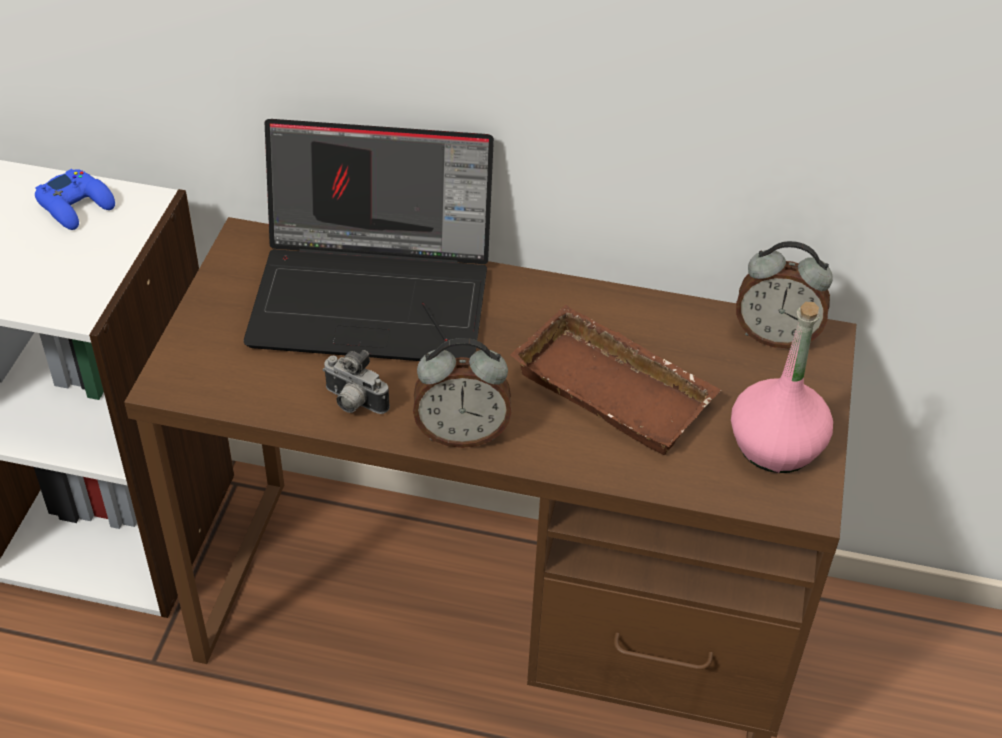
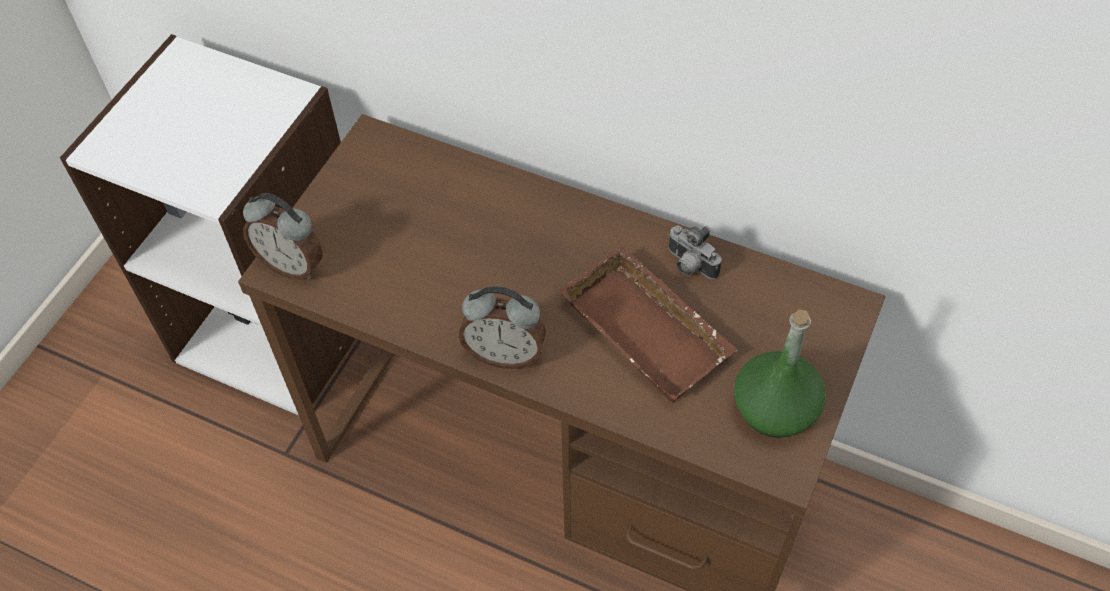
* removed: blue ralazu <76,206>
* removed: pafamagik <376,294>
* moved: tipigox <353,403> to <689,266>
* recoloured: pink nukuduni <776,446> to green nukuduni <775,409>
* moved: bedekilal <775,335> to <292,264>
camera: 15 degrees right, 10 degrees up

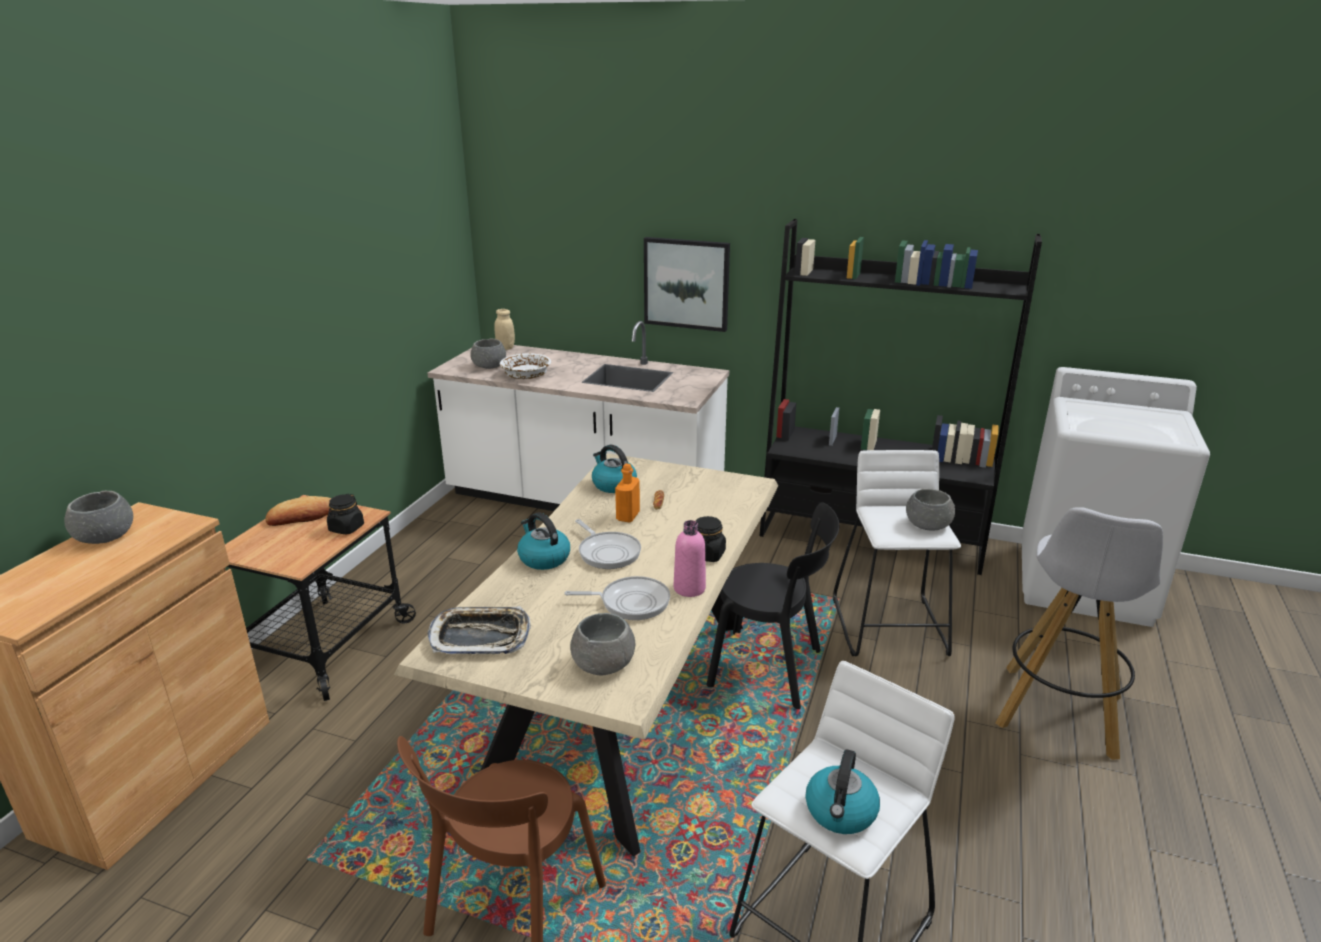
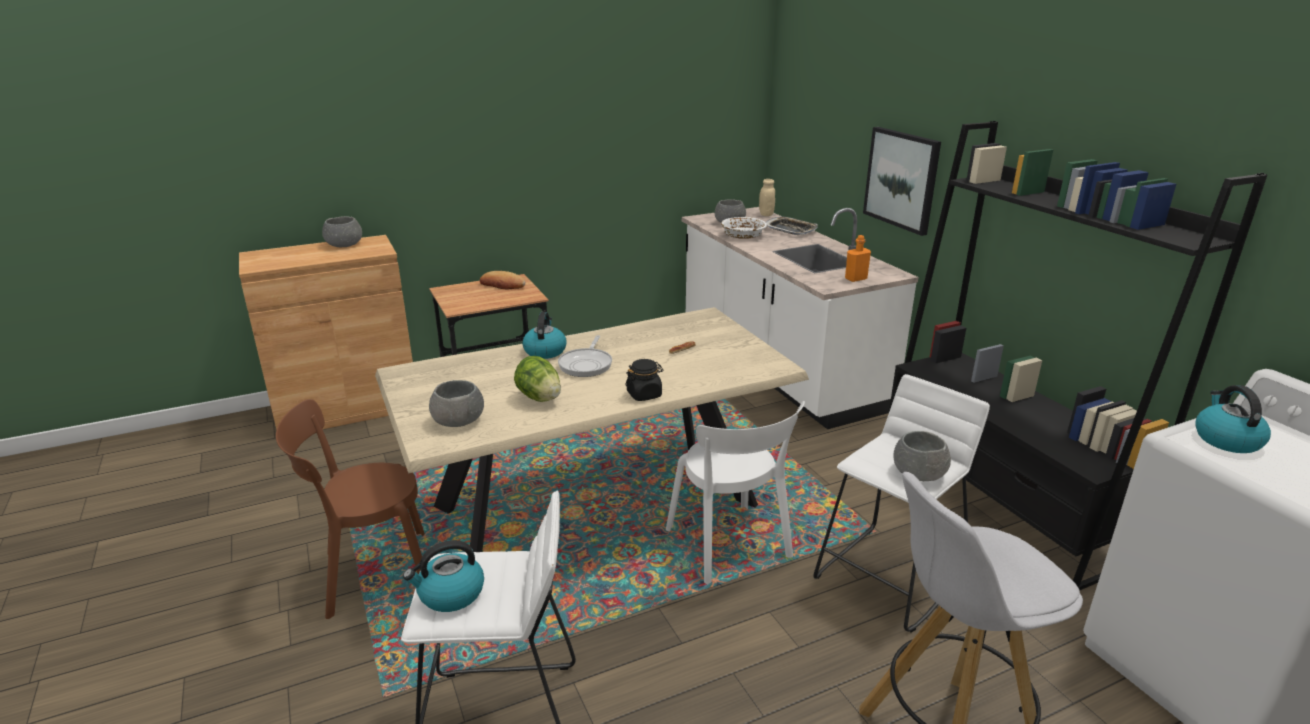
* removed: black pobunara <346,528>
* moved: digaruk <480,637> to <790,230>
* replaced: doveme <630,602> to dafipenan <539,398>
* moved: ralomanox <613,485> to <1226,439>
* moved: orange nukuduni <628,516> to <856,279>
* removed: pink nukuduni <689,588>
* recoloured: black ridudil <771,670> to white ridudil <730,547>
camera: 45 degrees right, 0 degrees up

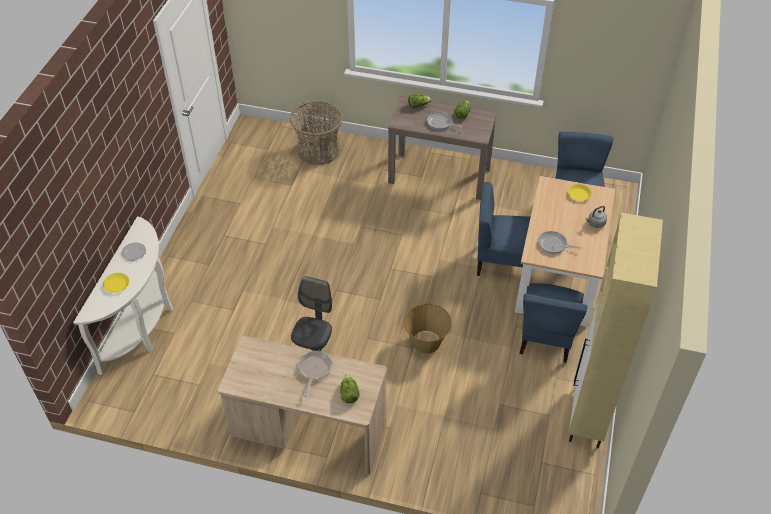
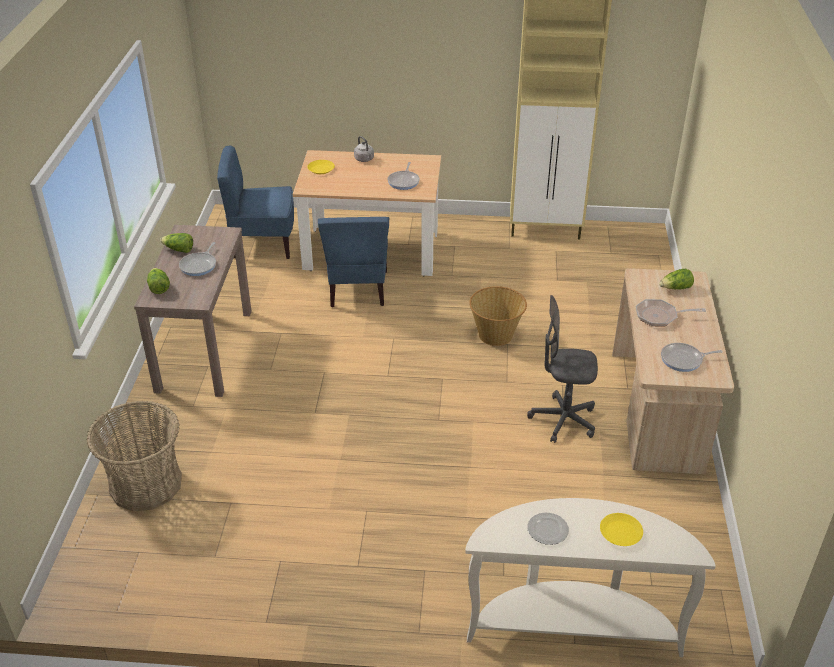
* removed: blue ridudil <546,338>
* added: doveme <684,360>
camera: 100 degrees left, 10 degrees down

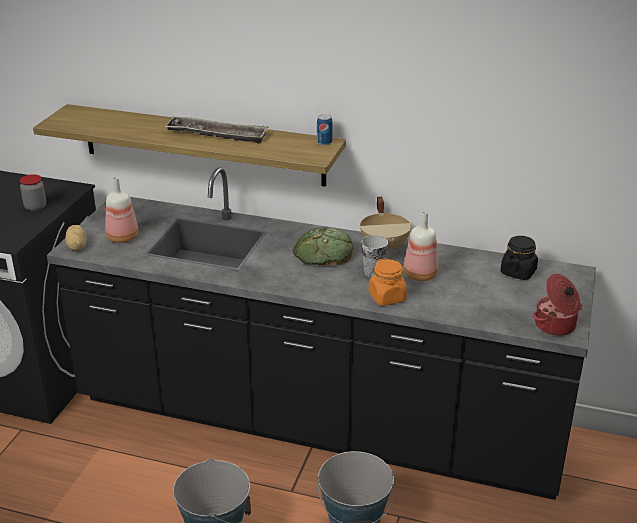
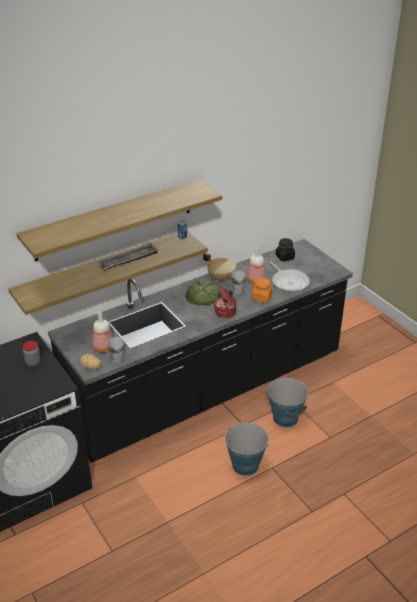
* moved: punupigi <555,326> to <226,312>
* added: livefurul <114,219>
* added: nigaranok <117,359>
* added: doveme <289,282>
camera: 50 degrees left, 5 degrees up

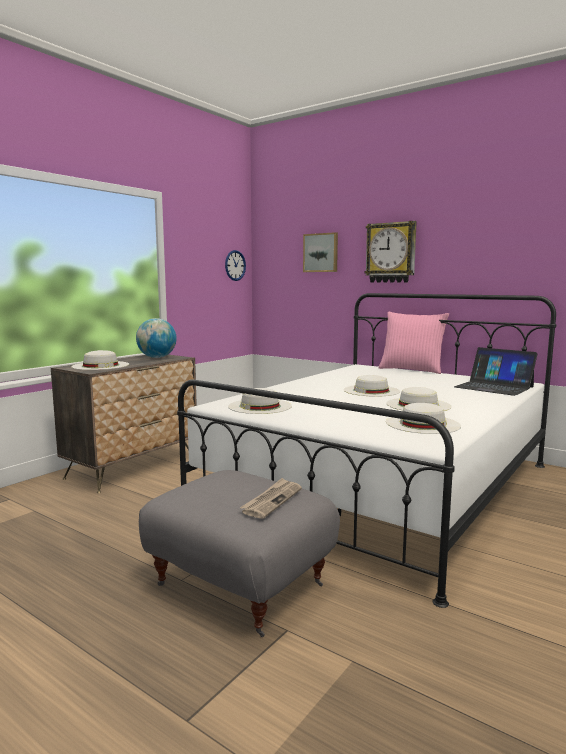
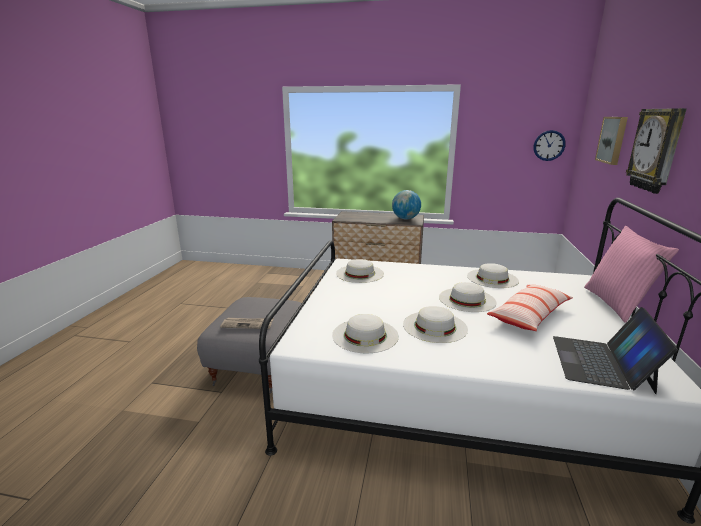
* moved: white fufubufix <100,365> to <492,278>
* added: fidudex <529,315>
camera: 65 degrees right, 10 degrees up

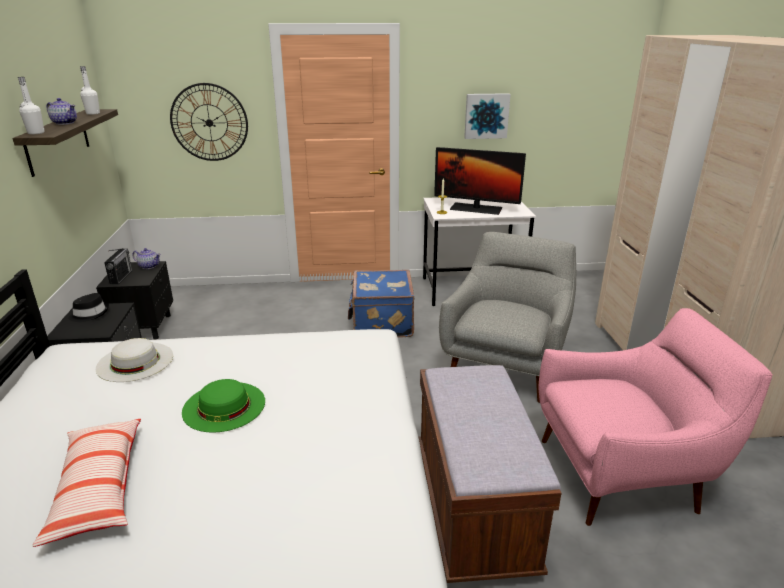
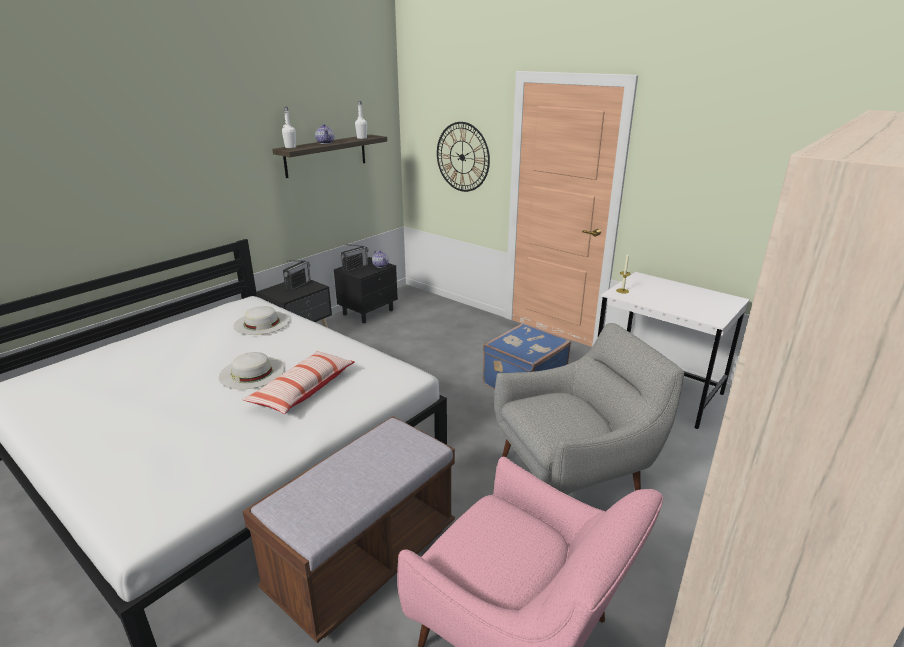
* moved: fidudex <98,488> to <303,390>
* replaced: black fufubufix <90,314> to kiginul <298,285>
* recoloured: green fufubufix <224,406> to white fufubufix <252,372>
* removed: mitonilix <476,209>
* removed: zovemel <486,116>
camera: 45 degrees right, 0 degrees up

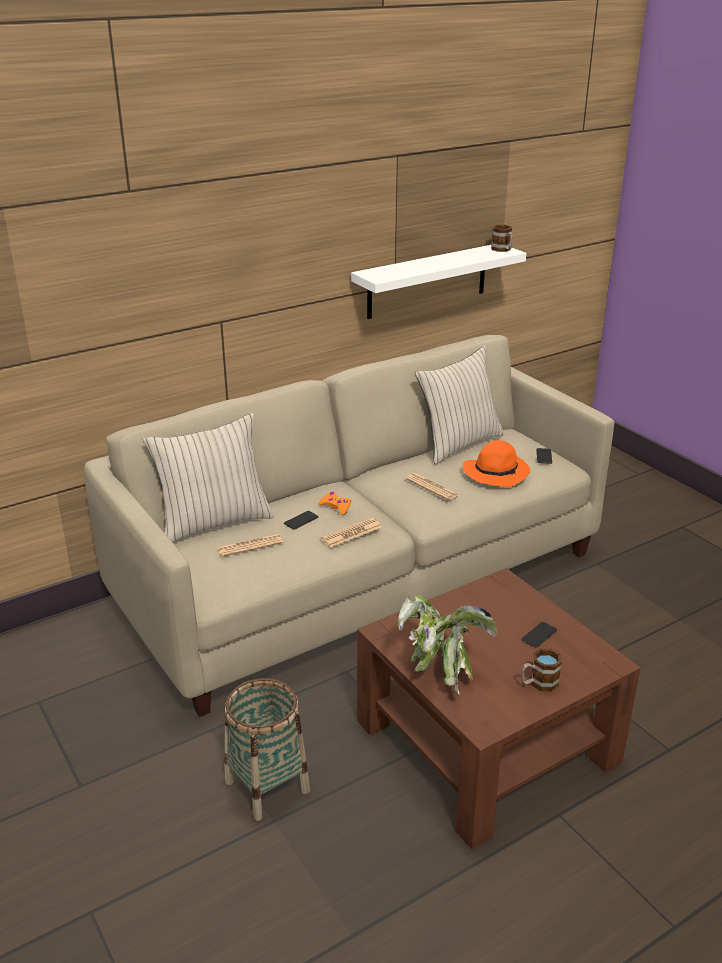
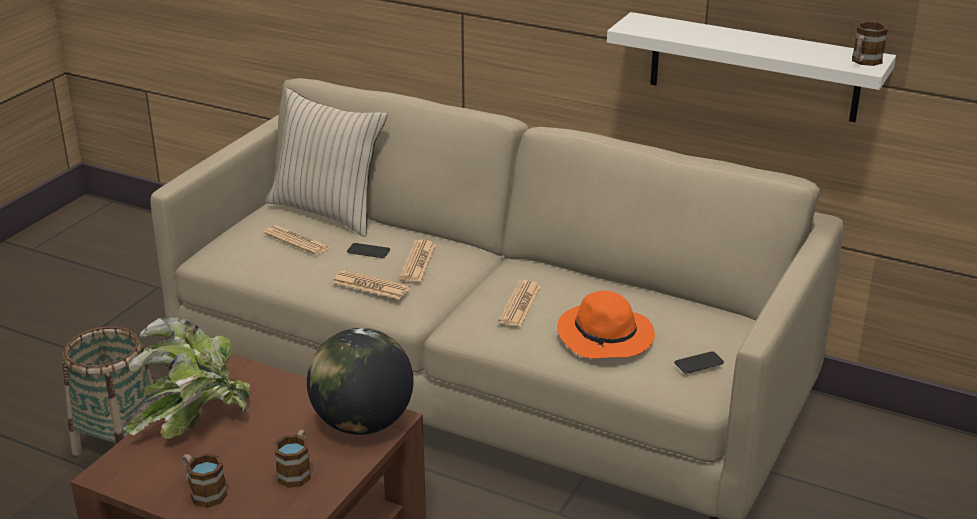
* replaced: orange ralazu <336,507> to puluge <418,262>
* removed: beige fidudex <458,444>
* replaced: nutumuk <539,635> to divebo <296,471>
* added: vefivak <362,423>
camera: 60 degrees right, 0 degrees up

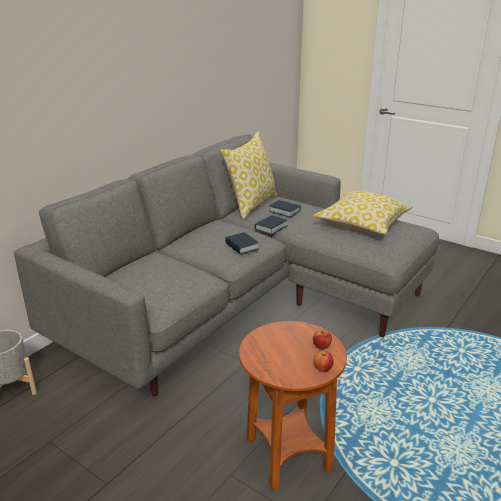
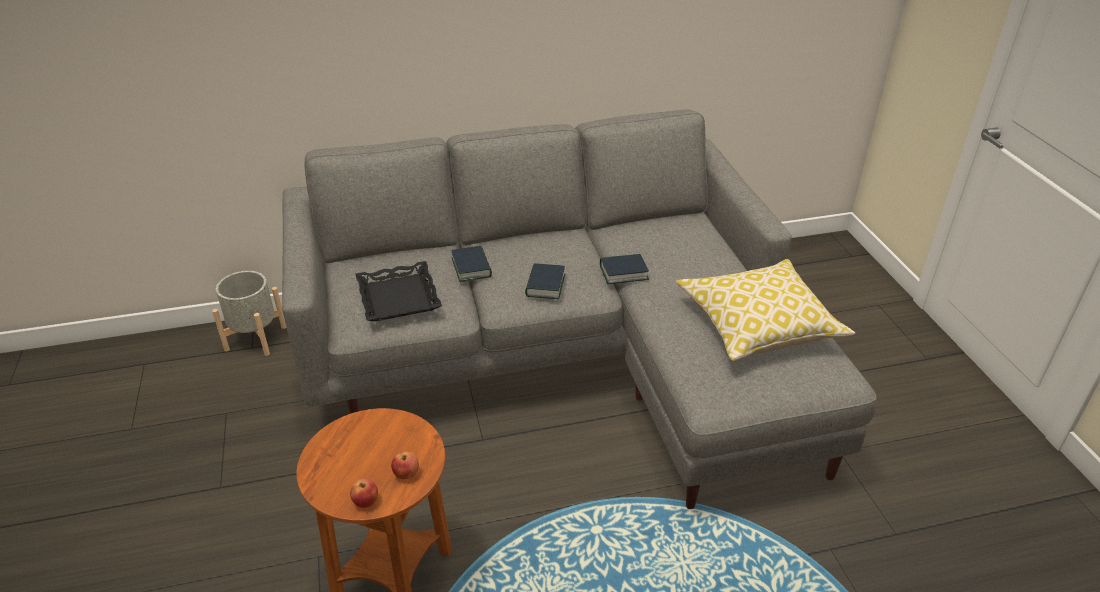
* removed: fidudex <251,205>
* moved: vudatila <284,211> to <471,268>
* added: black digaruk <399,297>
camera: 40 degrees right, 10 degrees up

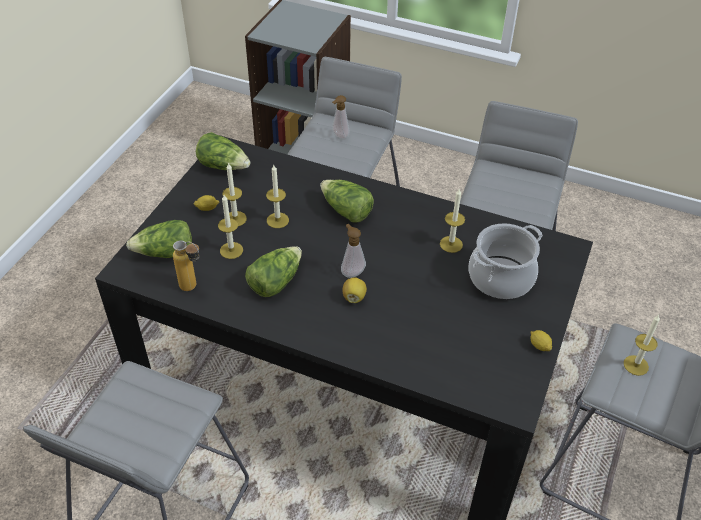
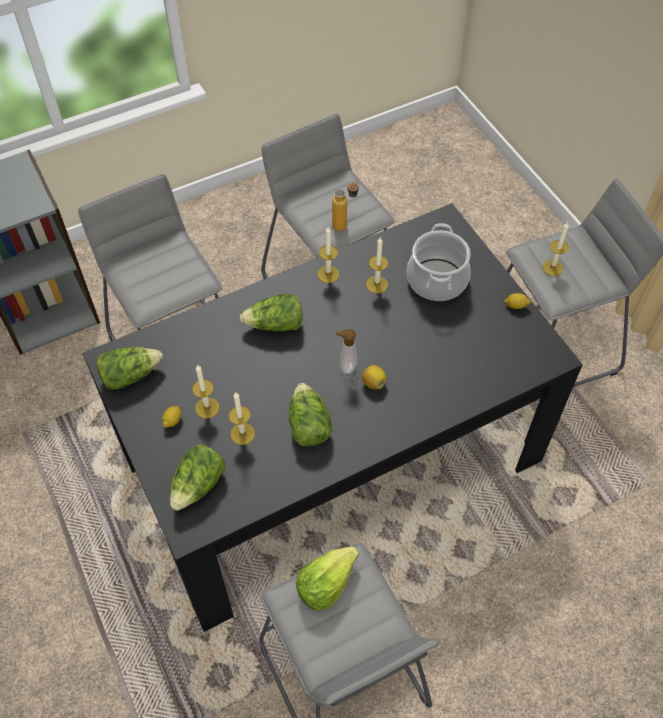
* moved: nukuduni <193,288> to <345,225>
* moved: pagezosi <277,220> to <328,274>
* removed: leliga <339,137>
* added: dafipenan <325,583>
camera: 50 degrees left, 10 degrees up

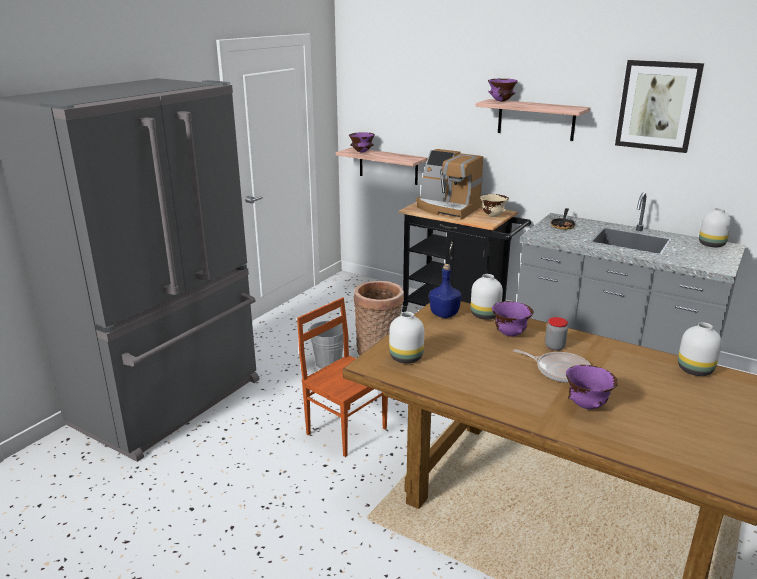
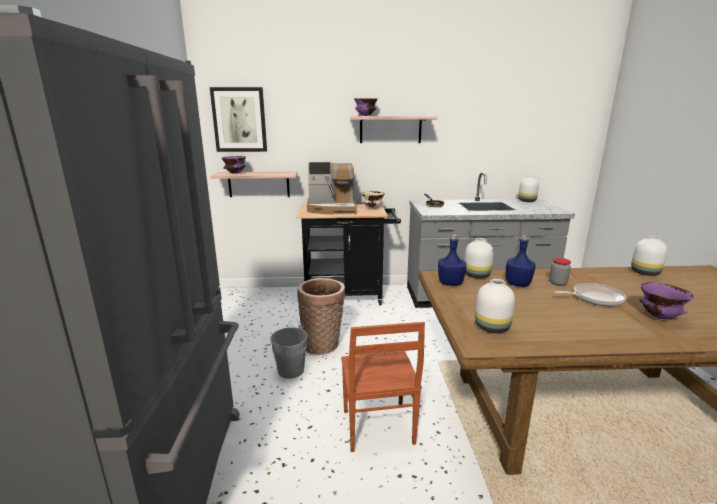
* turned: brown ridudil <346,430> = <377,428> 105 degrees counterclockwise
* replaced: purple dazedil <510,334> to blue nukuduni <518,283>
* moved: zovemel <657,106> to <239,120>
camera: 35 degrees left, 5 degrees down

